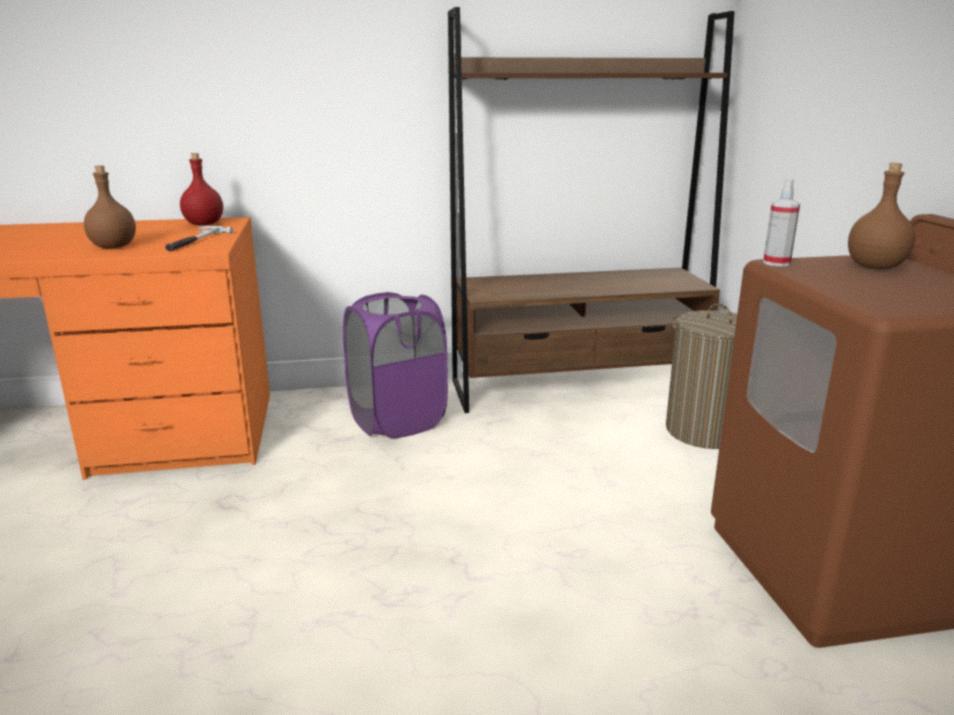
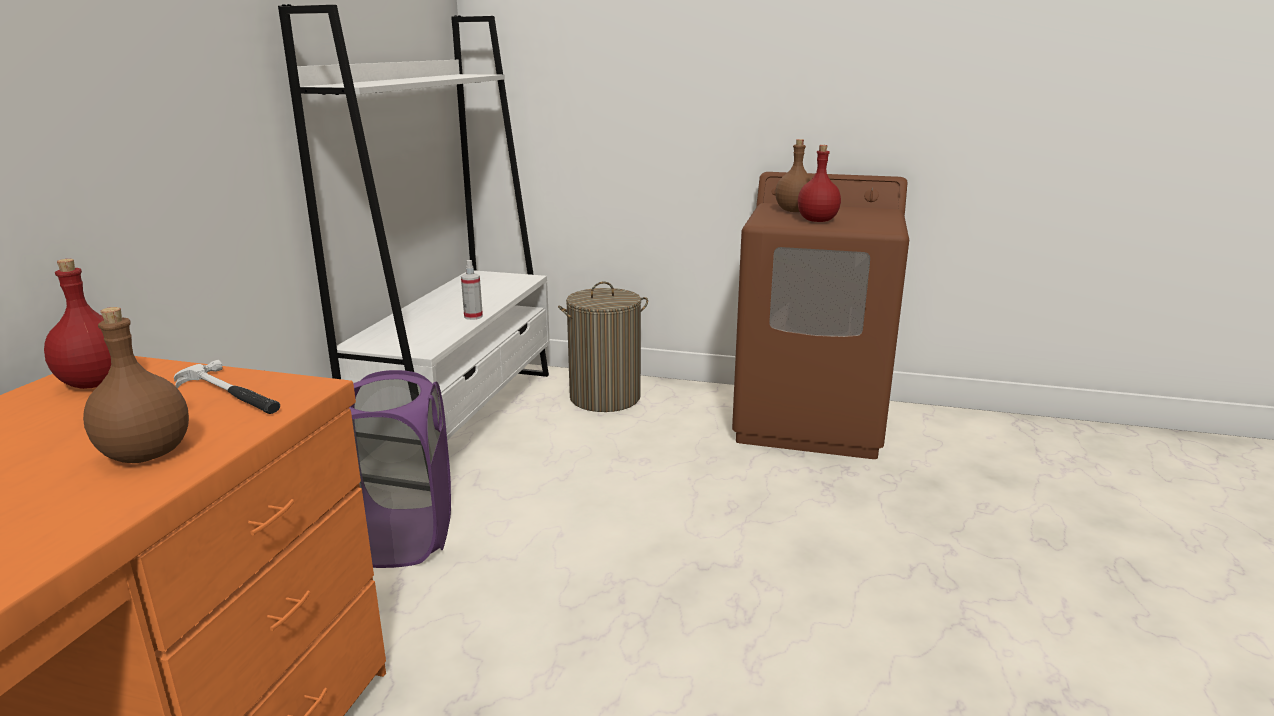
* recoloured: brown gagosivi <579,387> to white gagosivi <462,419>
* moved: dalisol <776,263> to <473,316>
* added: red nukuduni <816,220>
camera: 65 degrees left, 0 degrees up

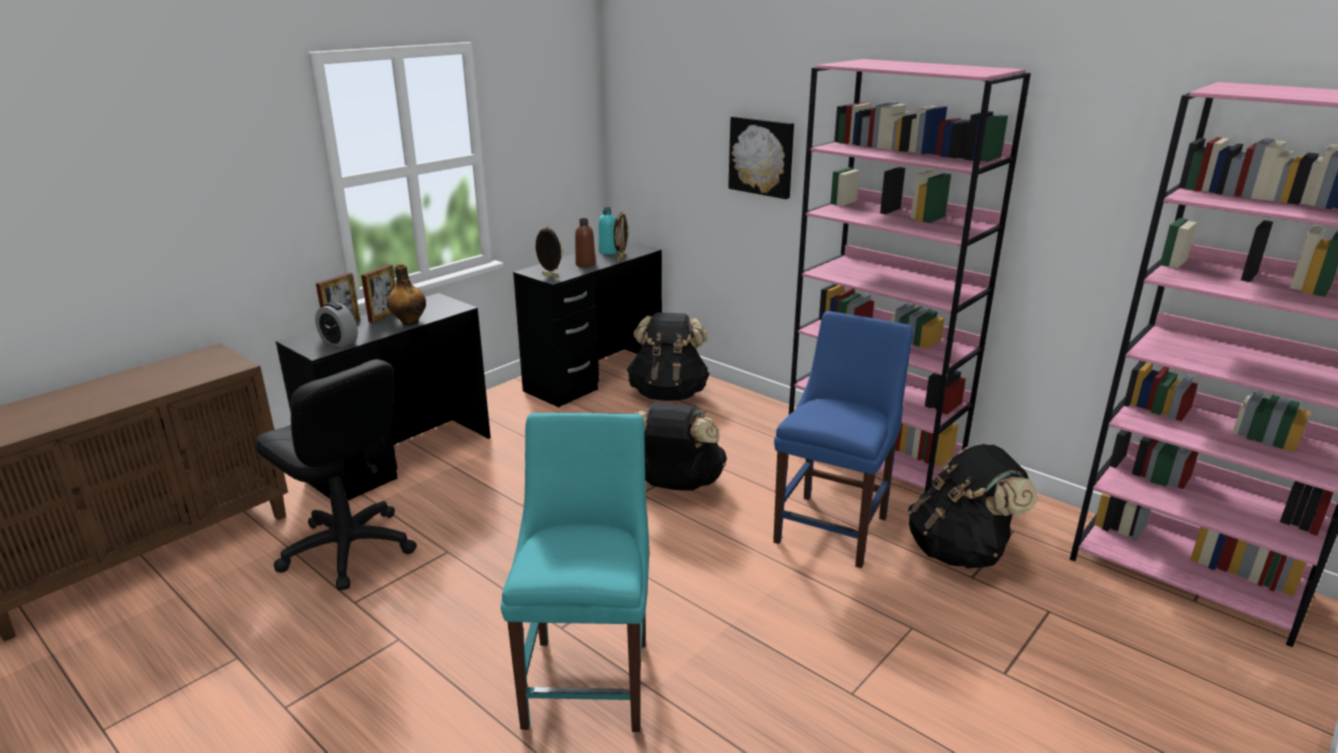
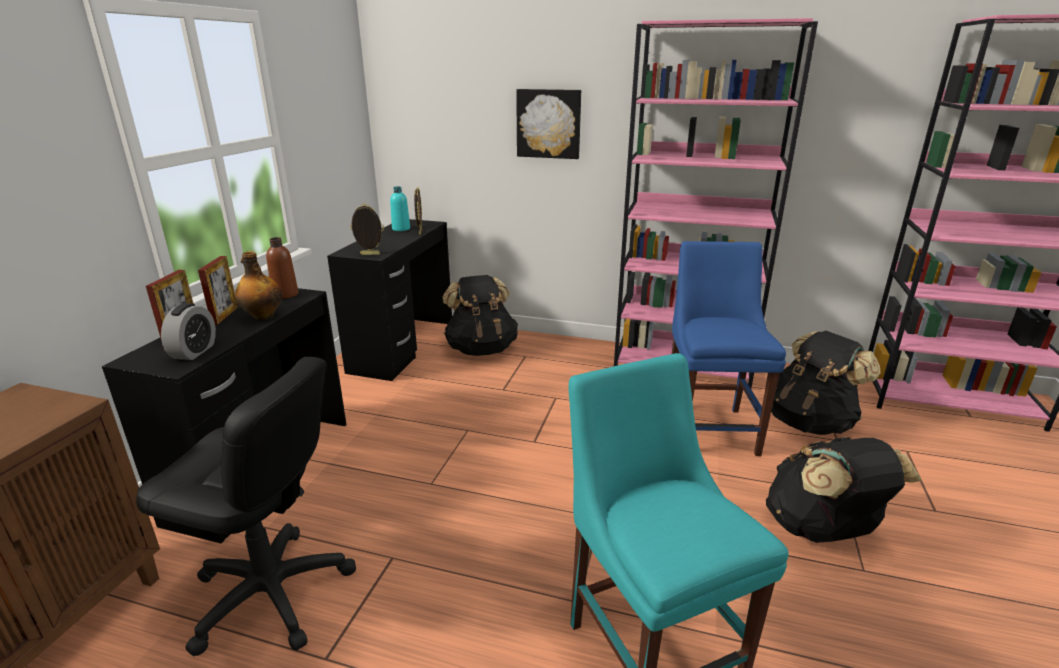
* turned: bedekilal <339,342> = <194,352> 90 degrees counterclockwise
* moved: brown nukuduni <585,264> to <285,294>
* moved: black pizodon <675,485> to <822,530>
camera: 25 degrees left, 0 degrees up

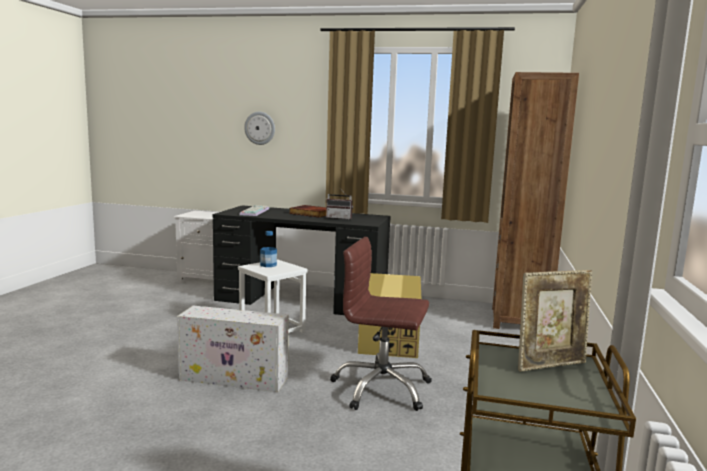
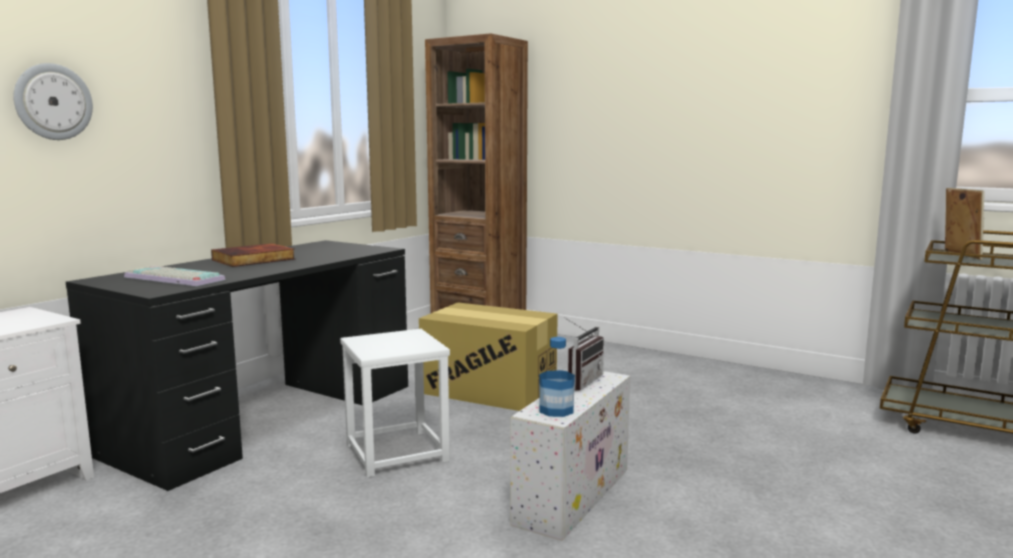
* moved: nukuduni <268,265> to <556,410>
* moved: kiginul <339,218> to <579,381>
* removed: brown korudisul <381,388>
camera: 70 degrees left, 0 degrees up

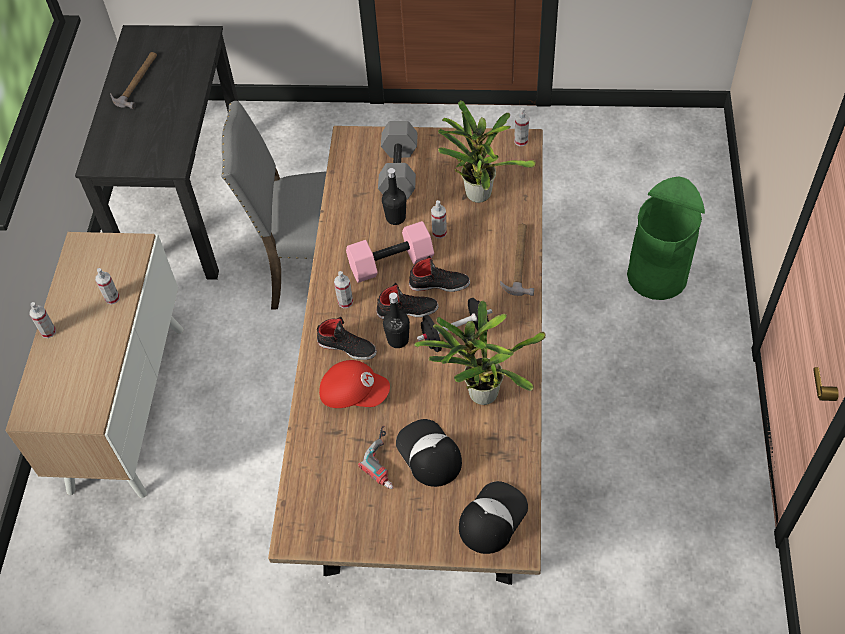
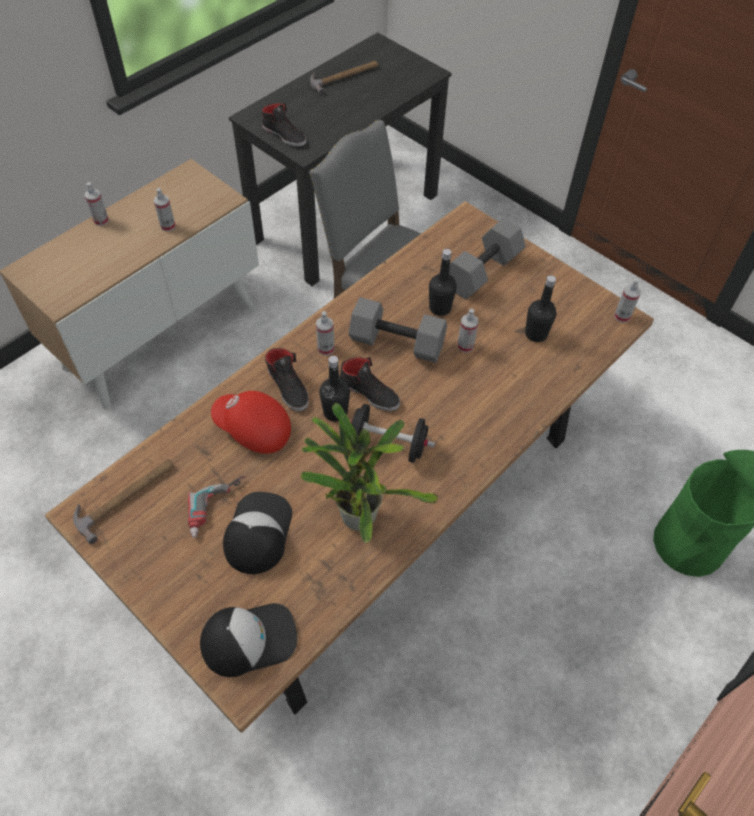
* turned: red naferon <354,393> = <253,430> 150 degrees clockwise
* recoloured: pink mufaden <390,264> to grey mufaden <395,343>
* moved: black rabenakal <439,283> to <284,135>
* replaced: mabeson <477,191> to black nukuduni <536,334>
* moved: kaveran <519,261> to <126,497>
camera: 35 degrees right, 0 degrees up

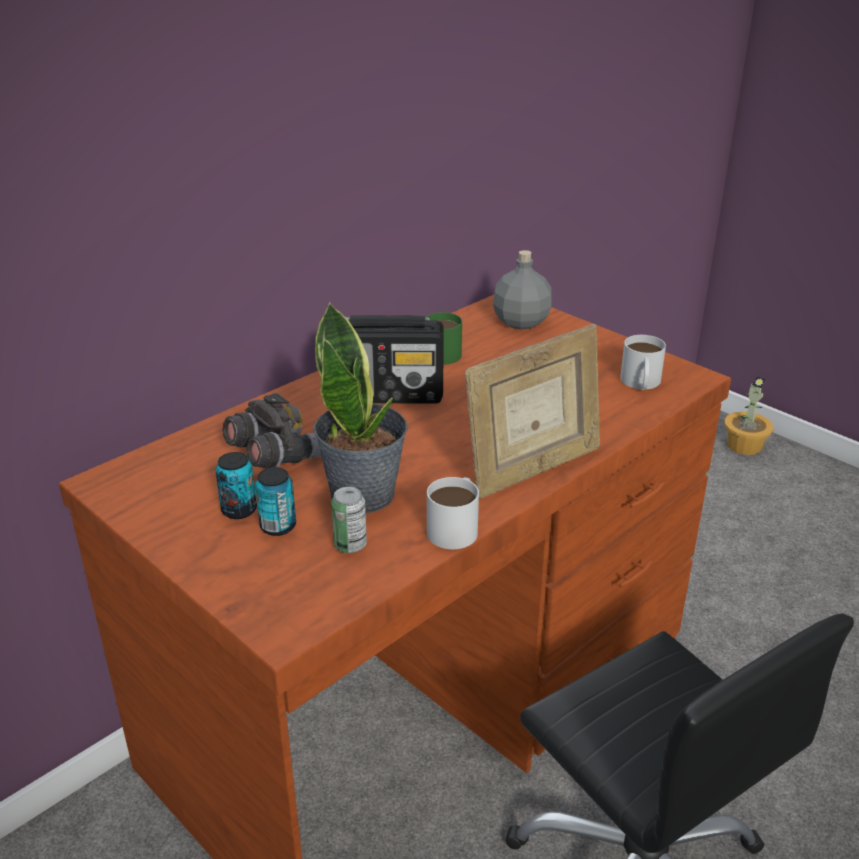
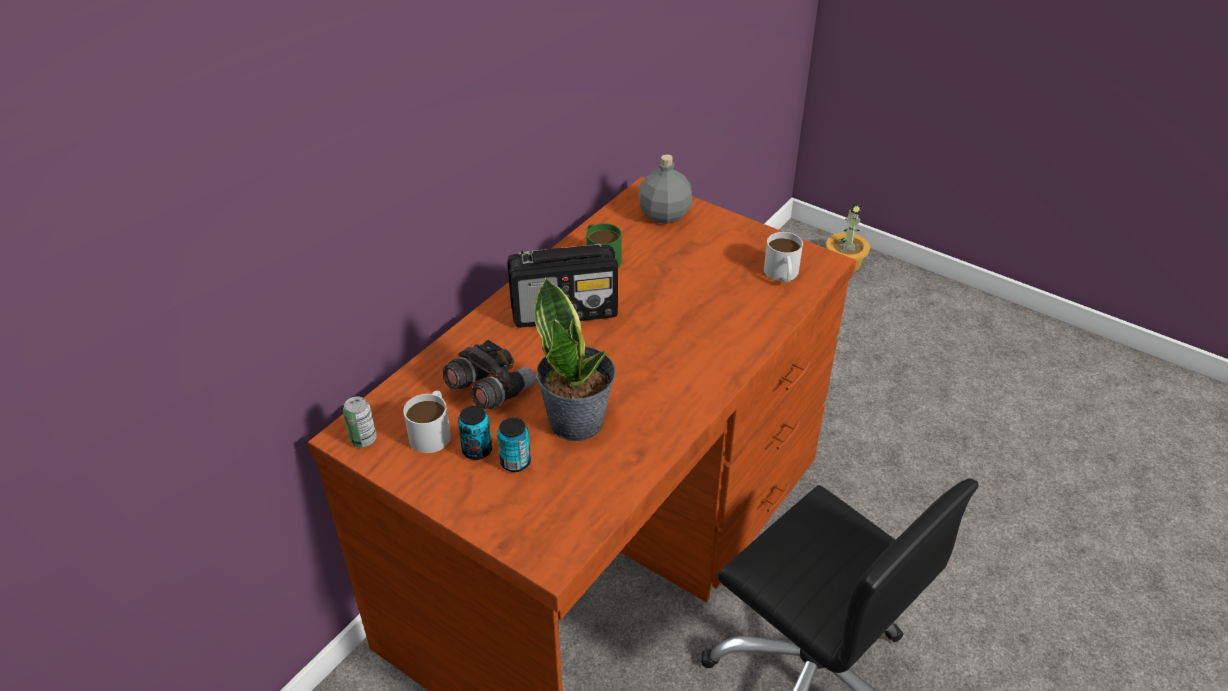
* moved: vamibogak <350,545> to <363,439>
* moved: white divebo <456,526> to <433,431>
* removed: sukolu <533,470>
camera: 10 degrees left, 10 degrees up

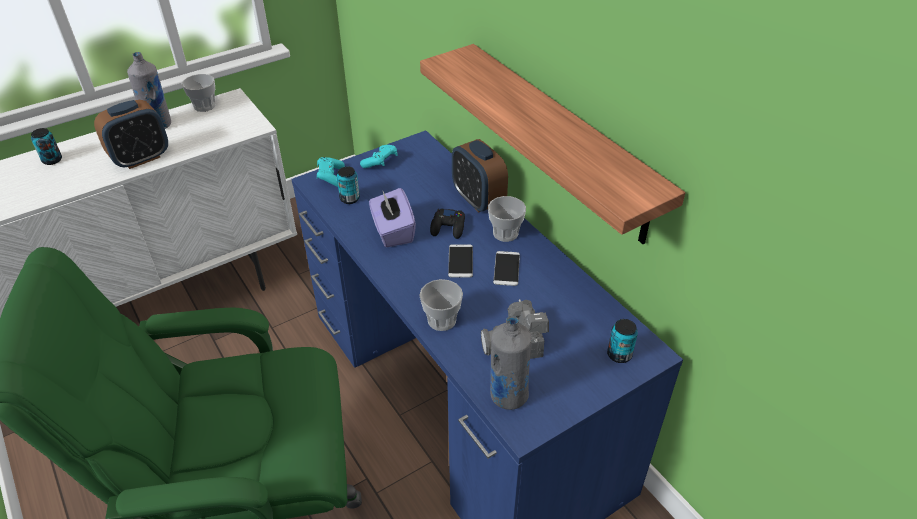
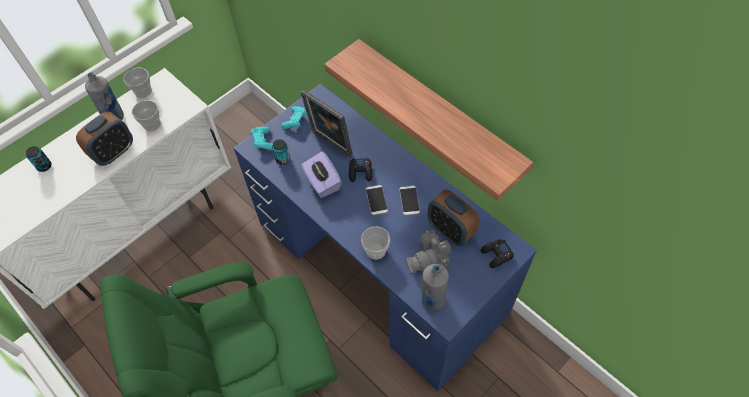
* moved: bedekilal <478,200> to <450,230>
* moved: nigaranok <505,233> to <152,124>
* replaced: vamibogak <619,355> to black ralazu <496,255>
* added: sukolu <330,145>
camera: 10 degrees left, 15 degrees up

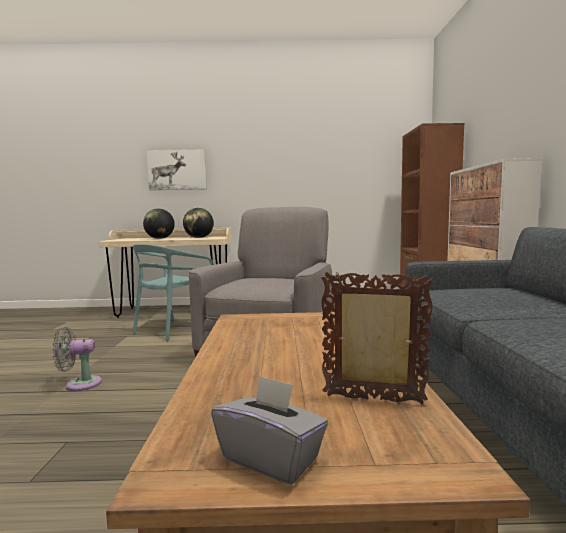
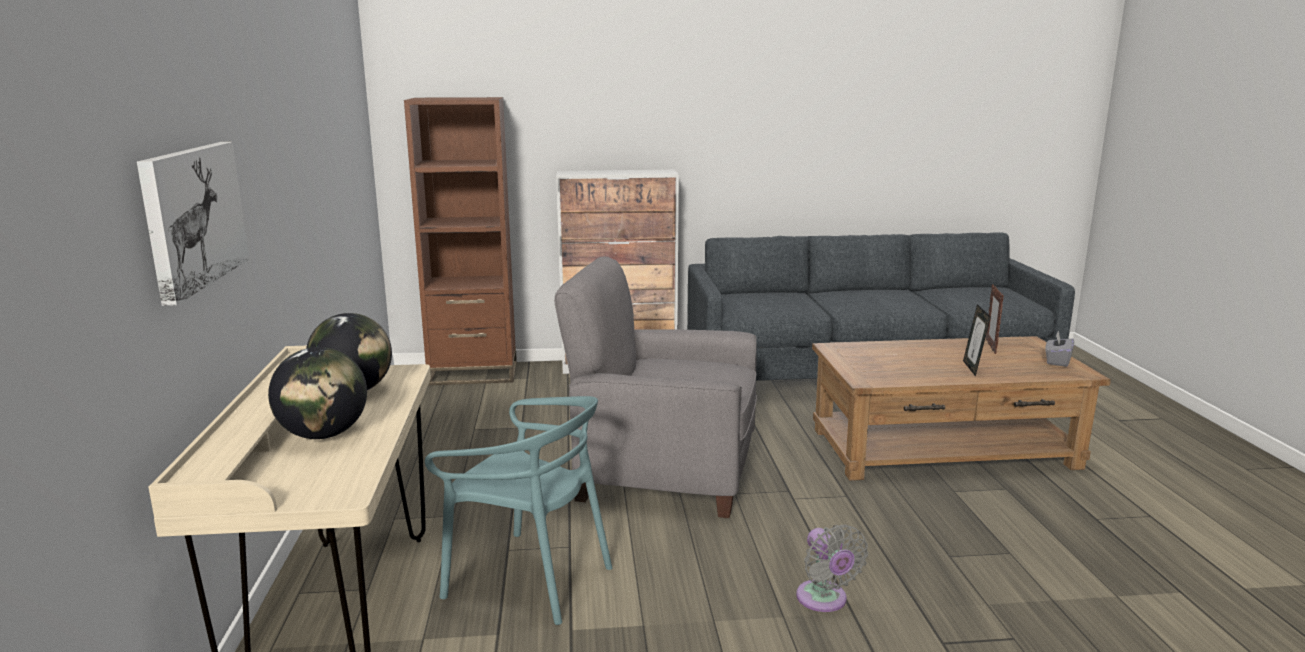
* added: sukolu <973,368>
camera: 95 degrees left, 10 degrees up

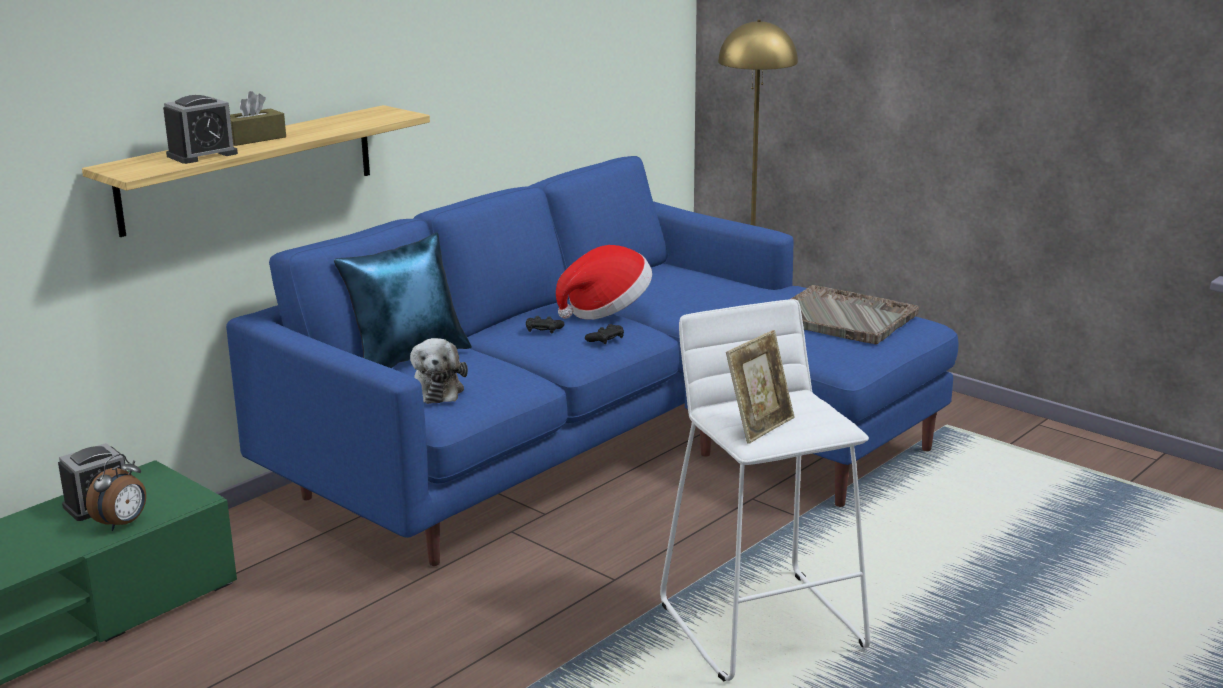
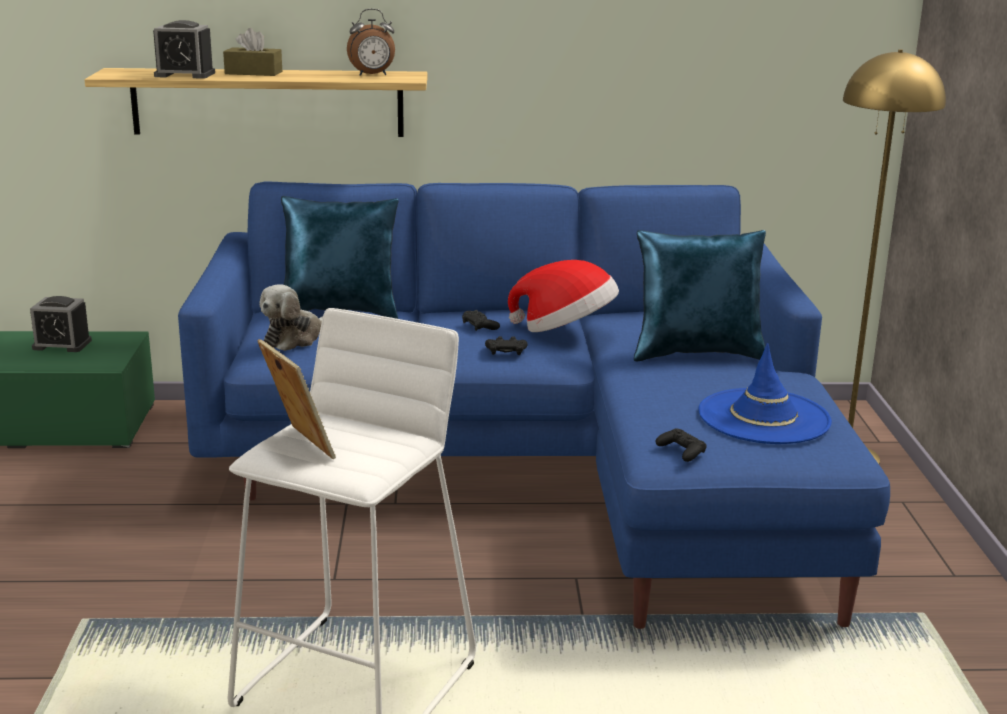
* moved: bedekilal <123,524> to <372,75>
* turned: sukolu <759,426> = <298,446> 120 degrees counterclockwise
* replaced: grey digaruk <843,318> to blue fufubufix <764,417>
* added: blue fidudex <697,353>
* added: black ralazu <681,451>
camera: 45 degrees right, 0 degrees up

